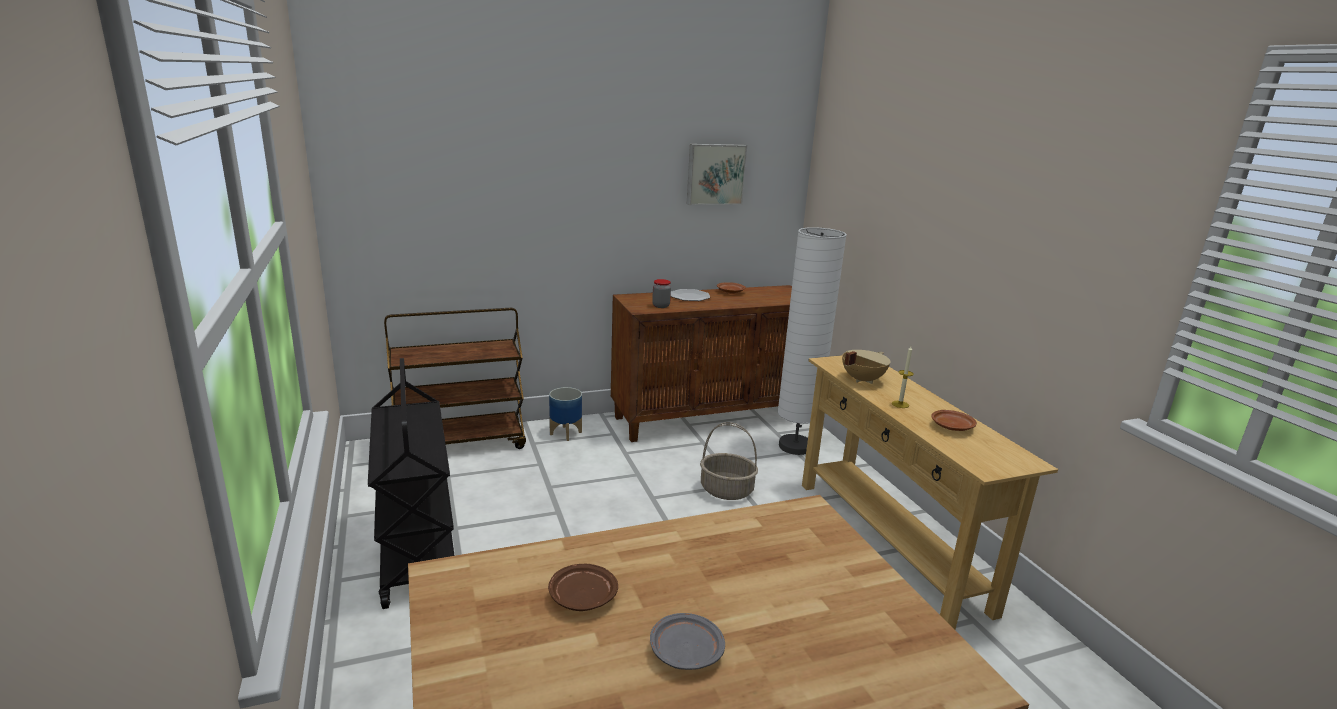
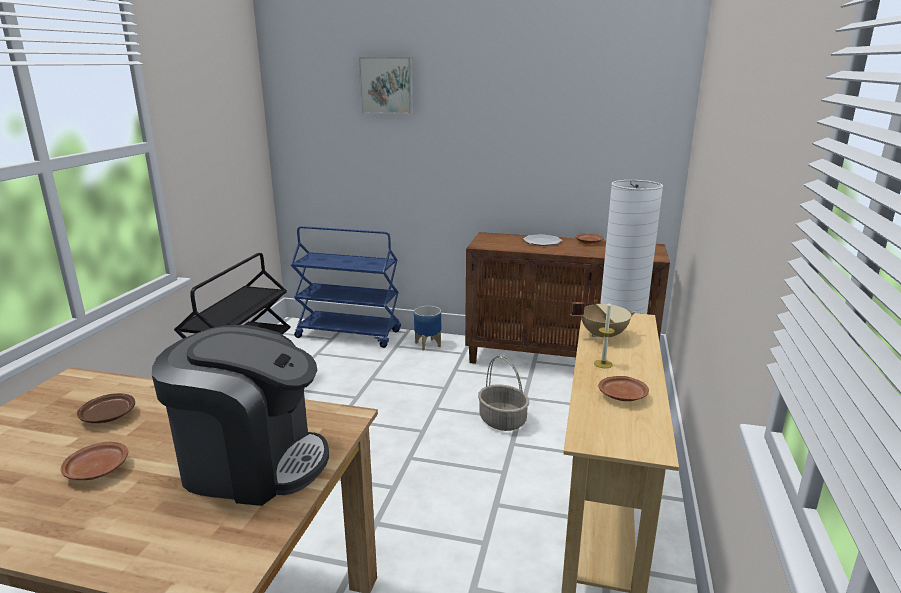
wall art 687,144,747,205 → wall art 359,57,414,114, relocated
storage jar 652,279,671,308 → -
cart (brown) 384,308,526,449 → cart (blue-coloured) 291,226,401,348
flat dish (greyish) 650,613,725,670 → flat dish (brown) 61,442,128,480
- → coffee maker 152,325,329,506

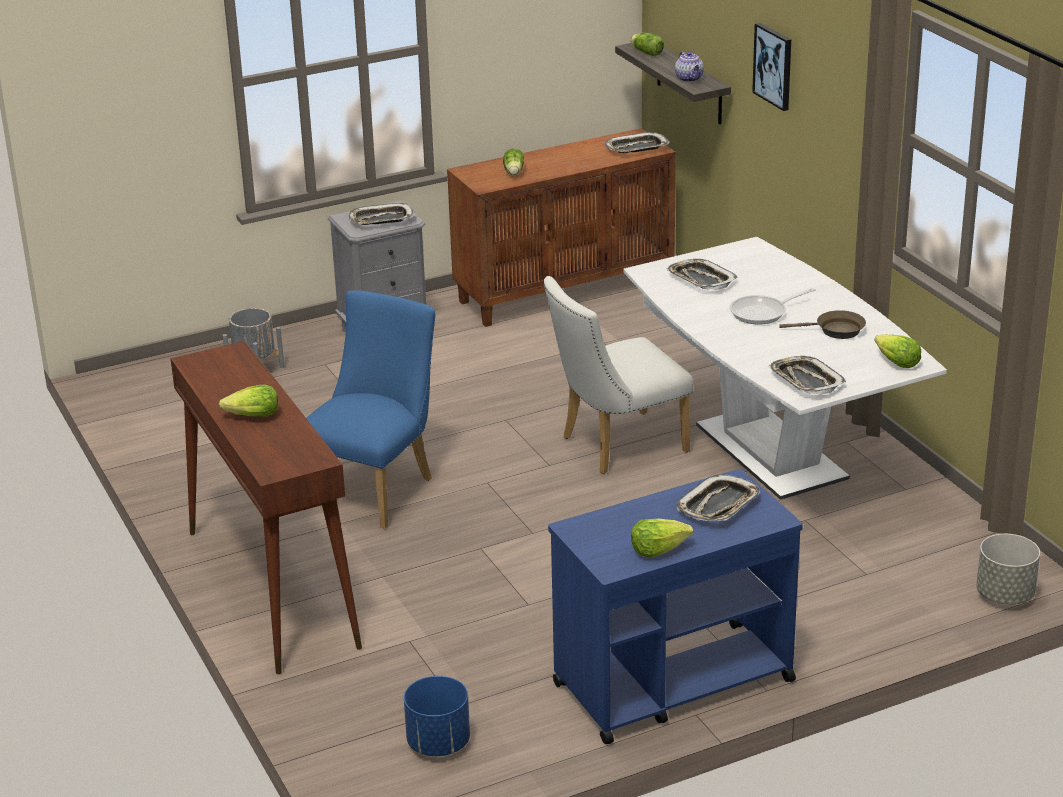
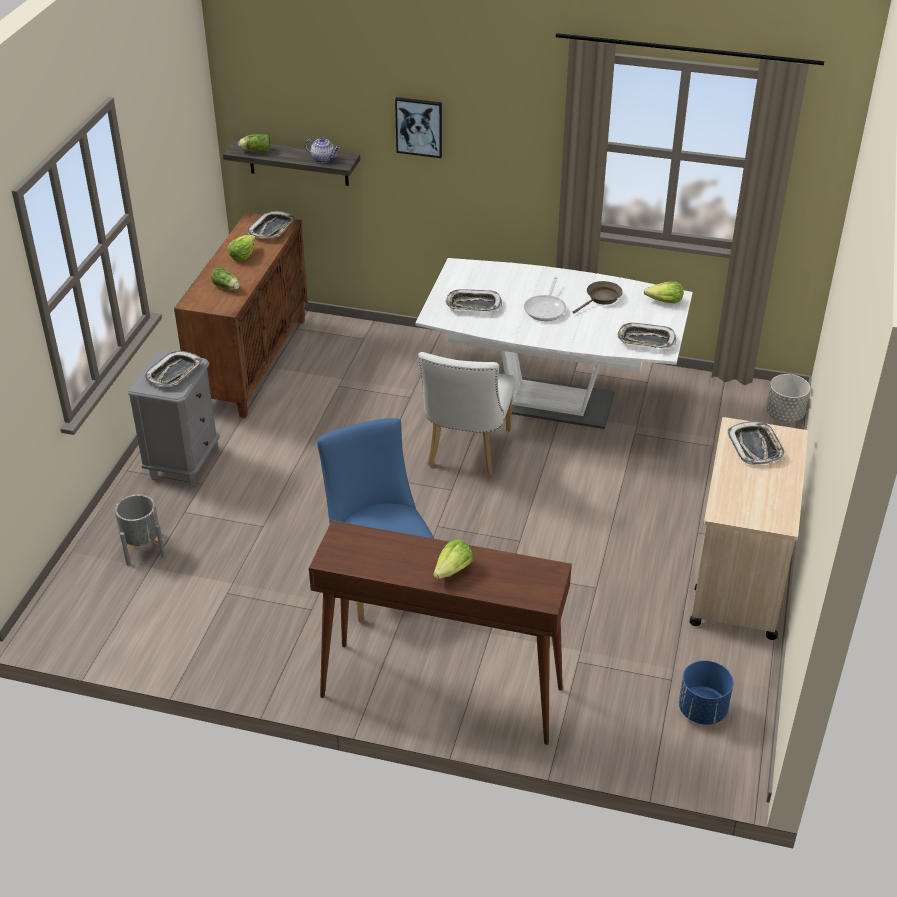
cart (blue-coloured) 548,469,803,744 → cart (beige-coloured) 690,417,808,640
lettuce head 631,519,693,557 → lettuce head 228,235,256,261, relocated

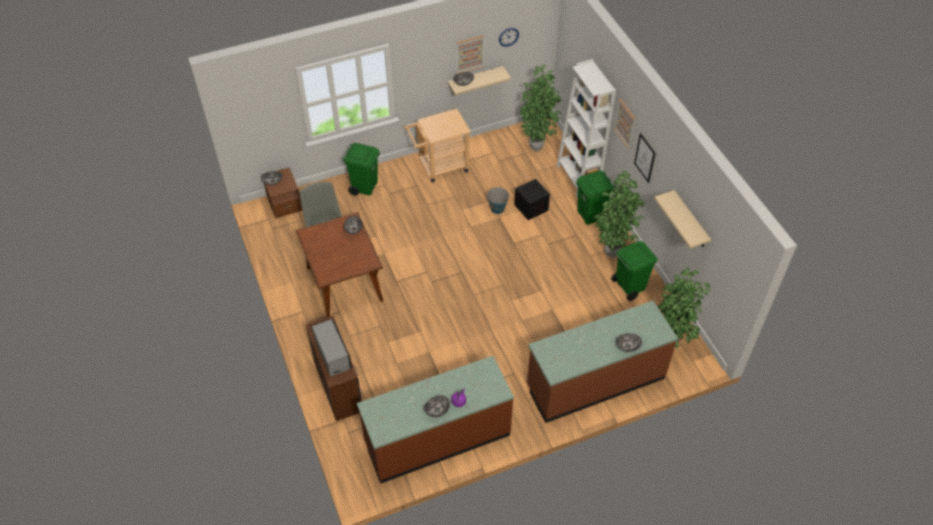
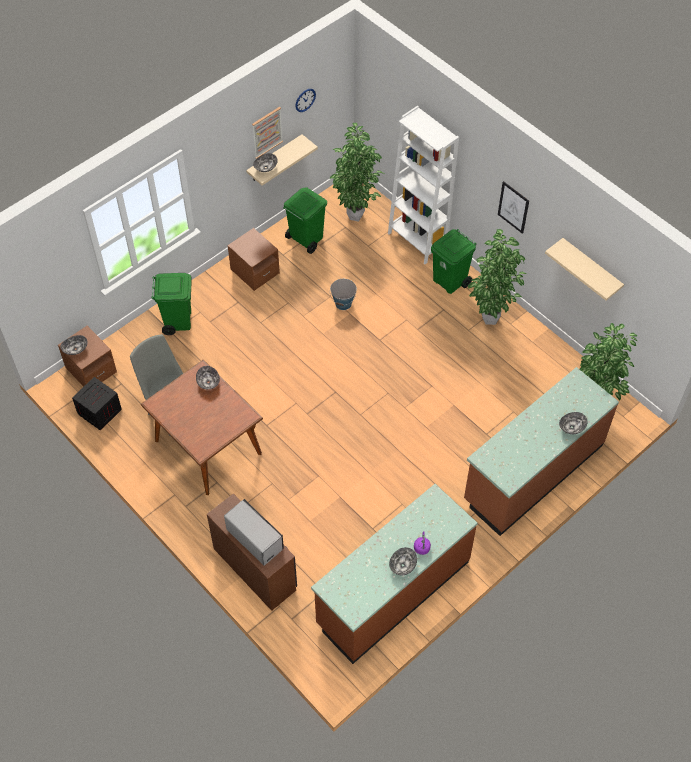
wall art 614,99,636,149 → -
cart (beige-coloured) 404,109,471,182 → night table (brown) 227,228,280,291
crate 515,179,550,220 → crate 72,377,122,430, relocated
trash can (green) 611,241,658,301 → trash can (green) 283,187,327,254, relocated

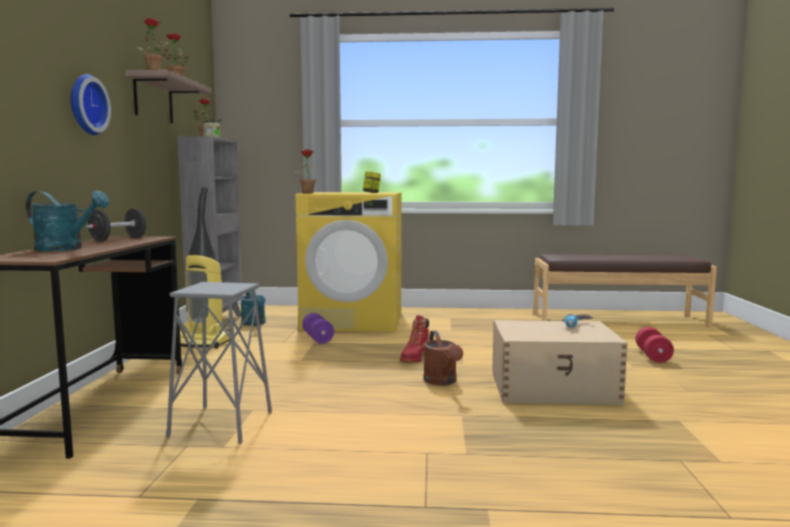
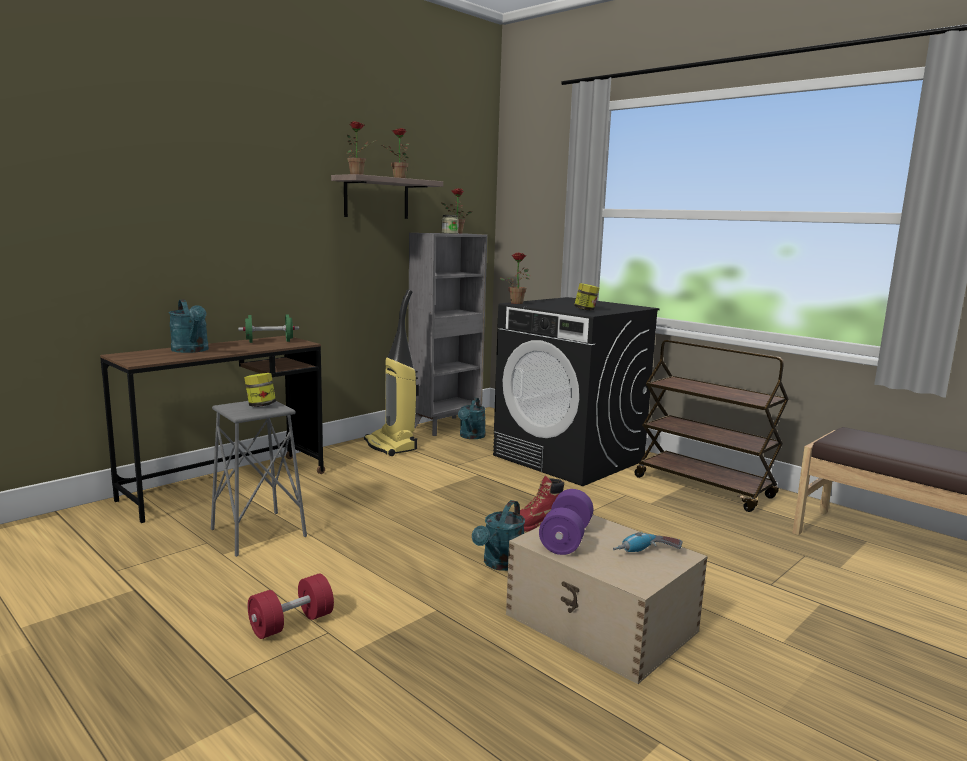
wall clock 71,74,111,135 → -
laundry appliance (yellowish) 296,192,402,332 → laundry appliance (blackish) 493,297,660,486
free weight (blackish) 86,209,147,241 → free weight (green) 238,314,299,343
free weight (purple) 302,313,334,344 → free weight (purple) 539,489,593,555, relocated
free weight (reddish) 635,327,674,363 → free weight (reddish) 248,574,334,639, relocated
watering pot (brown) 423,331,463,385 → watering pot (turquoise) 472,500,525,571
- → cart (brown) 634,340,789,512
- → storage jar 244,373,276,407

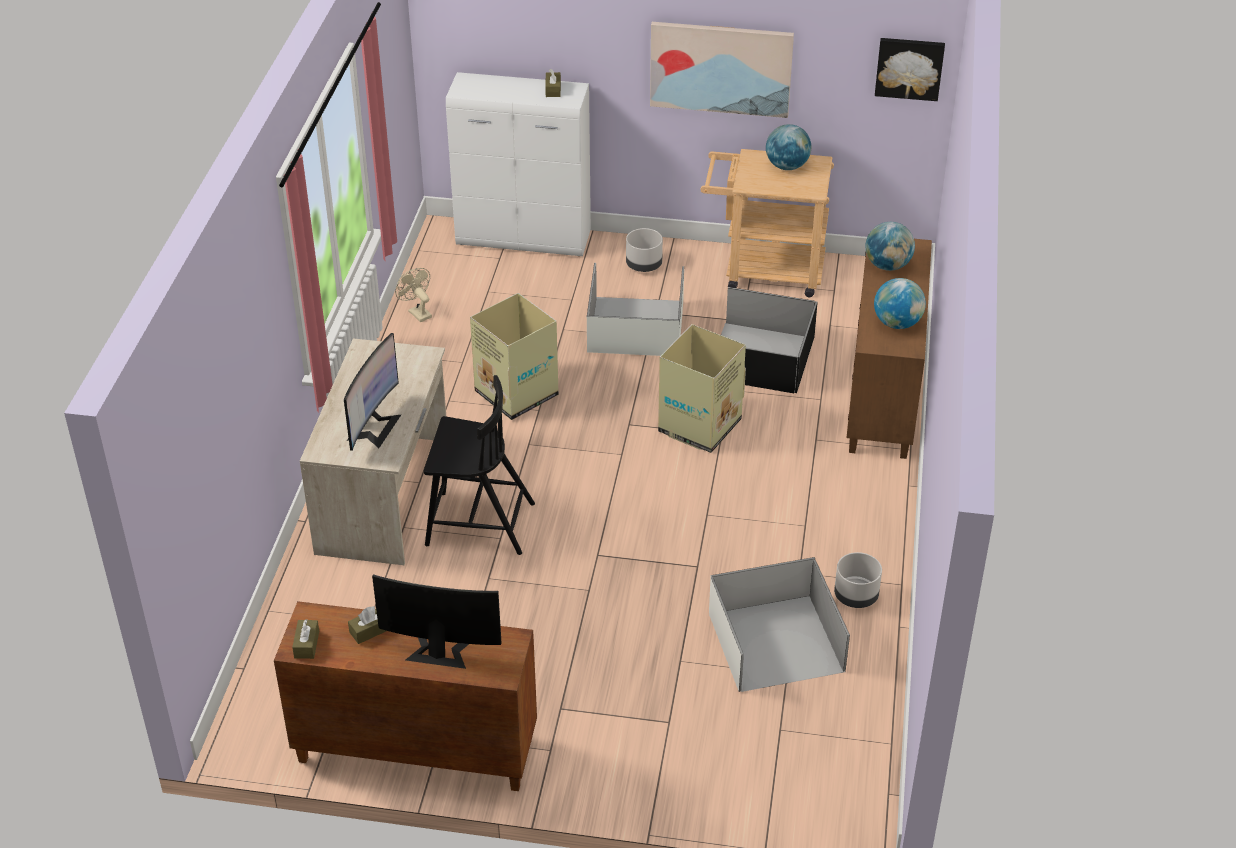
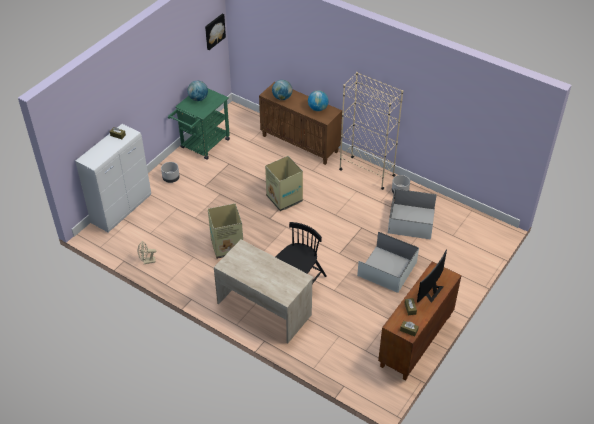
wall art 650,22,794,118 → -
cart (beige-coloured) 700,149,834,297 → cart (green) 168,88,230,160
storage bin (whitish) 587,263,684,356 → storage bin (whitish) 357,231,419,292, relocated
storage bin (blackish) 721,287,818,393 → -
computer display 344,333,402,451 → -
- → bookshelf (beige-coloured) 339,72,403,190

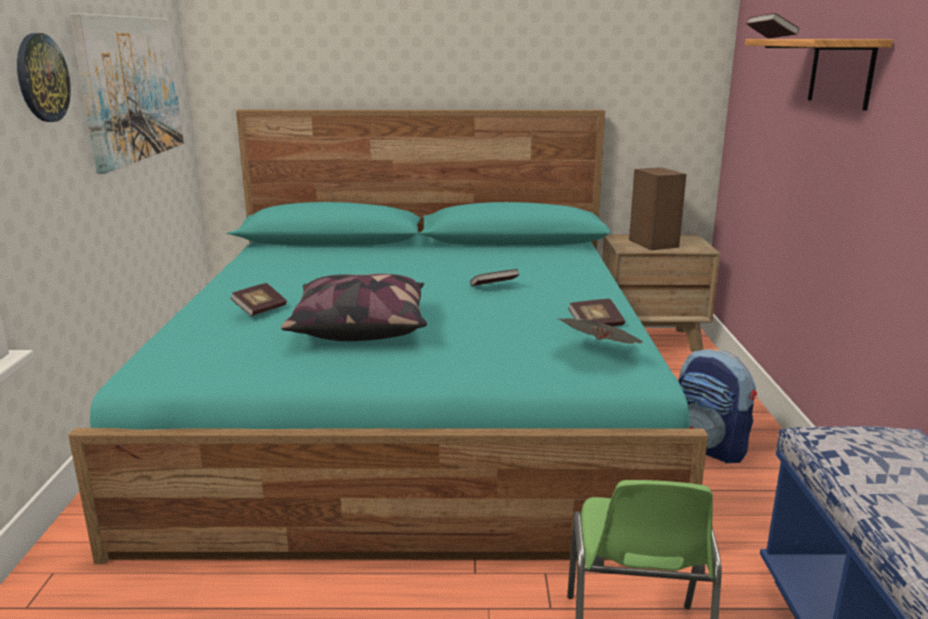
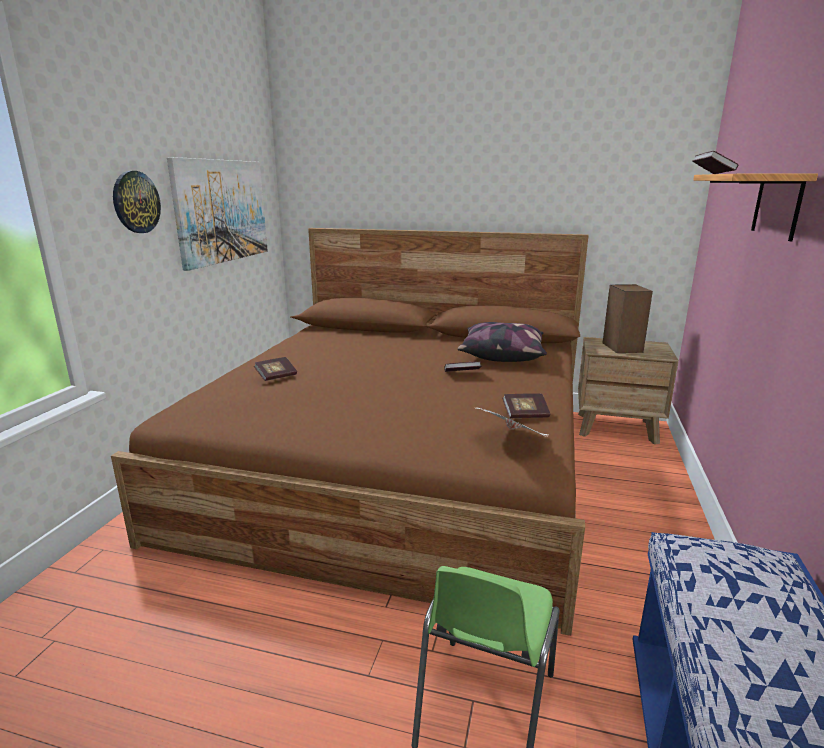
bed (turquoise) 68,110,708,564 → bed (brown) 111,228,589,636
cushion 281,274,427,341 → cushion 457,322,547,362, relocated
knapsack 678,349,757,463 → -

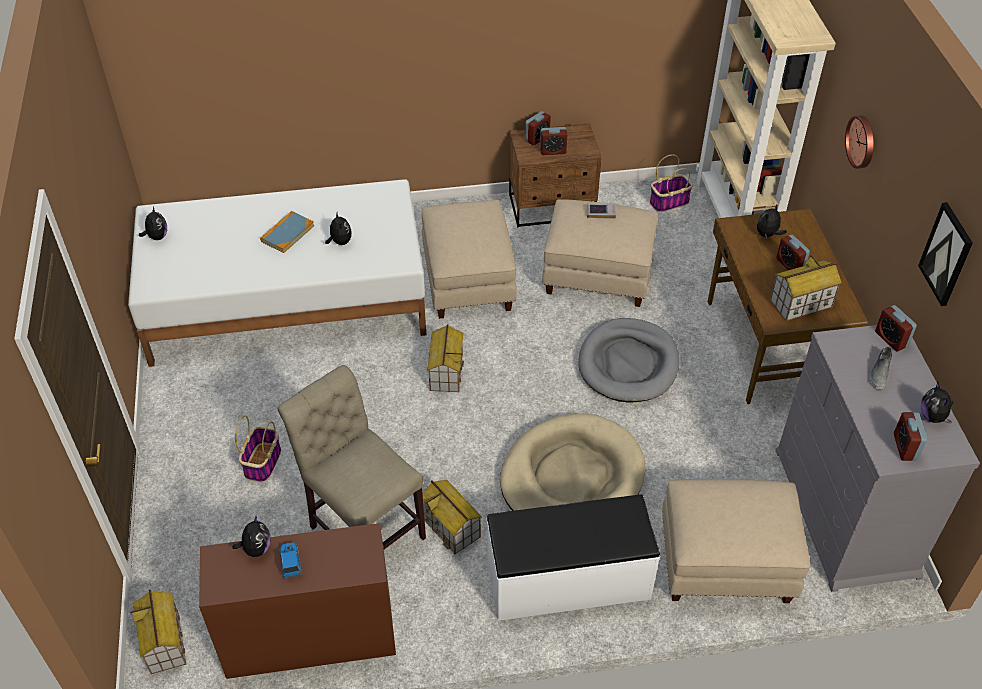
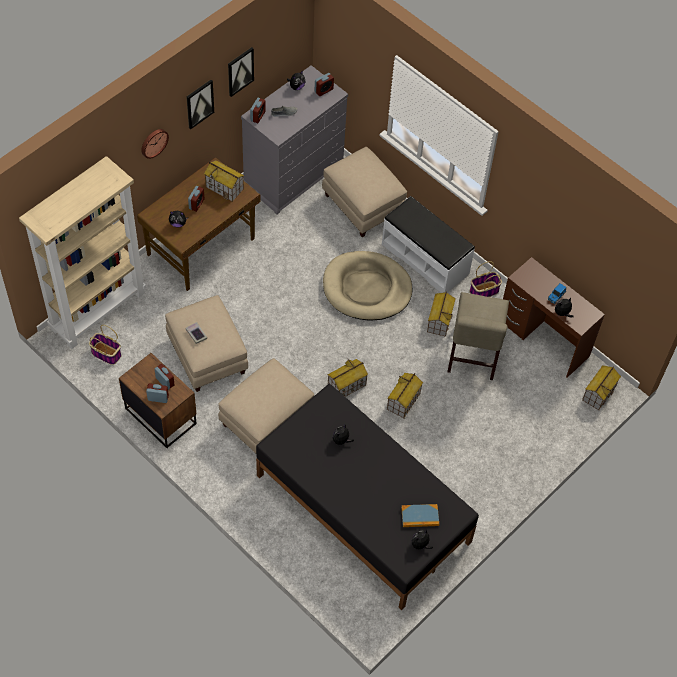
bed (whitish) 128,179,426,367 → bed (blackish) 256,384,479,610
bound book 260,211,314,253 → bound book 401,504,439,527, relocated
dog bed (greyish) 578,318,680,403 → -
basket 235,415,281,482 → basket 469,261,502,297, relocated
- → wall art 186,79,214,129
- → miniature house 387,373,423,418

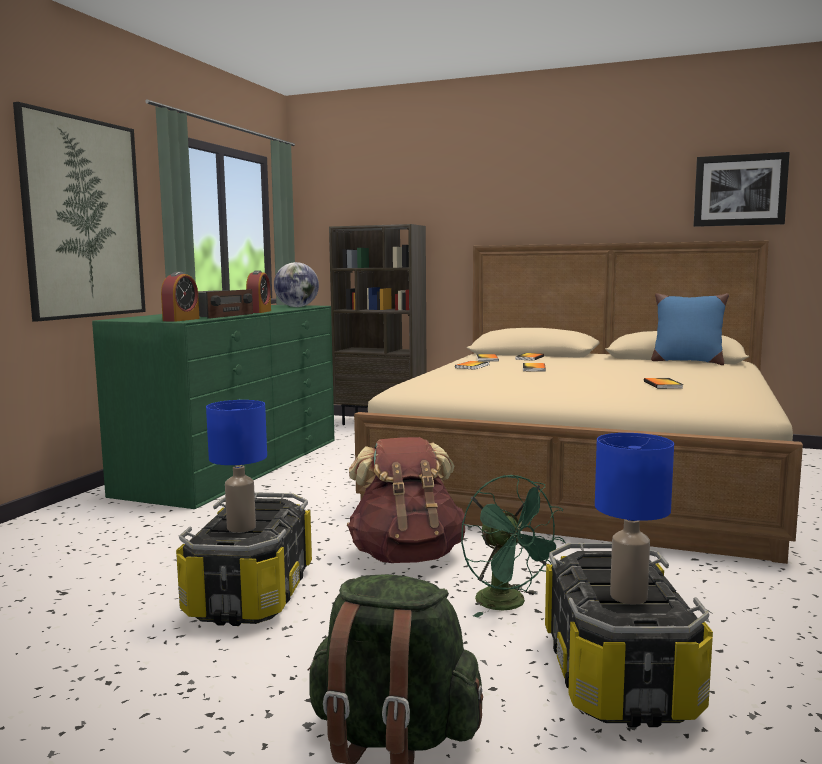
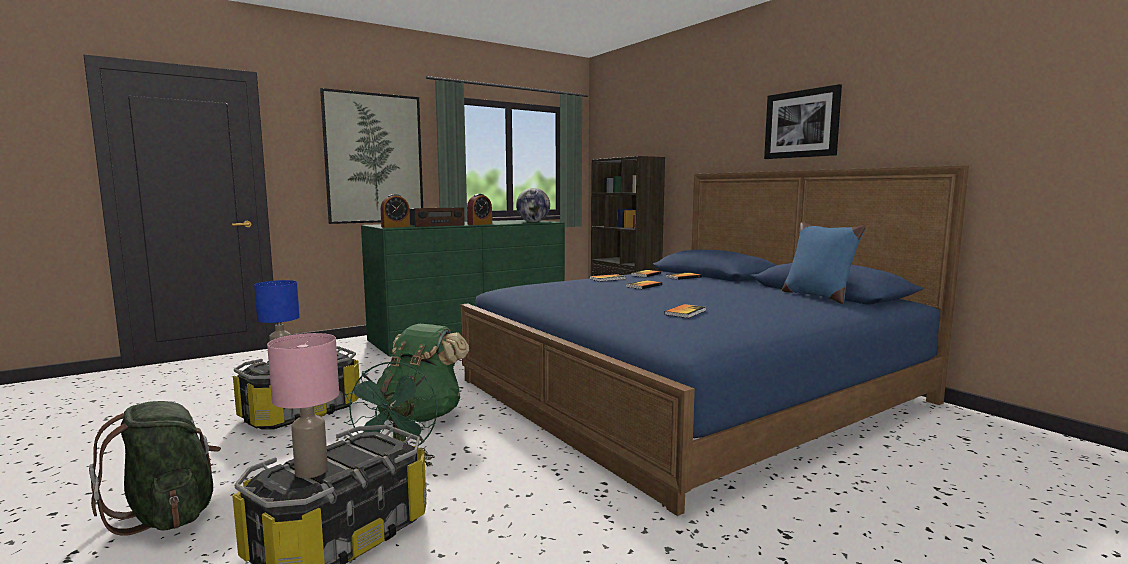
wall art 694,152,790,227 → wall art 764,84,842,159, relocated
bed (beige-coloured) 354,241,803,564 → bed (blue-coloured) 460,165,969,516
lamp for a table (blue-coloured) 595,433,674,605 → lamp for a table (pinkish) 267,333,339,478
knapsack (brown) 347,437,466,563 → knapsack (green) 376,324,469,422

